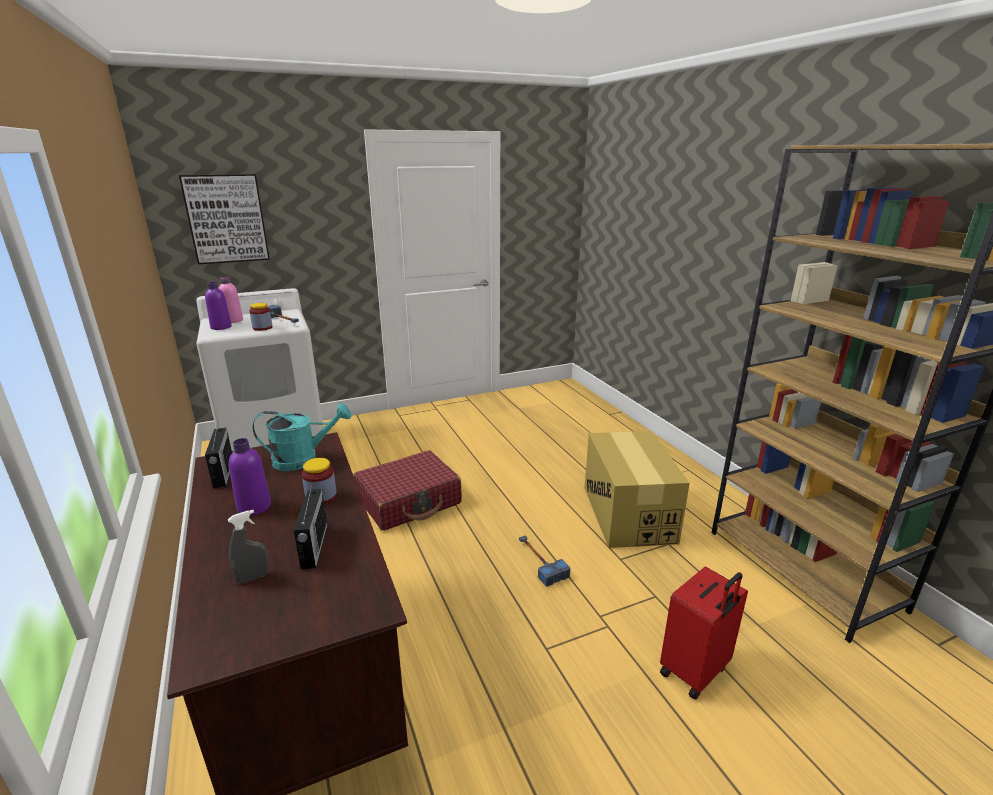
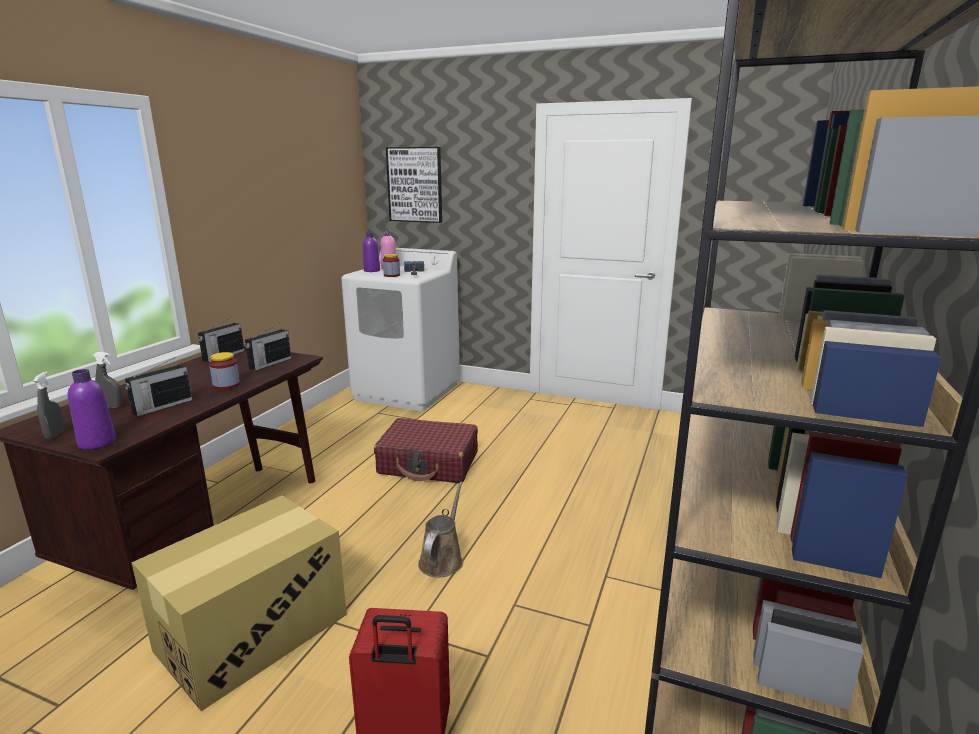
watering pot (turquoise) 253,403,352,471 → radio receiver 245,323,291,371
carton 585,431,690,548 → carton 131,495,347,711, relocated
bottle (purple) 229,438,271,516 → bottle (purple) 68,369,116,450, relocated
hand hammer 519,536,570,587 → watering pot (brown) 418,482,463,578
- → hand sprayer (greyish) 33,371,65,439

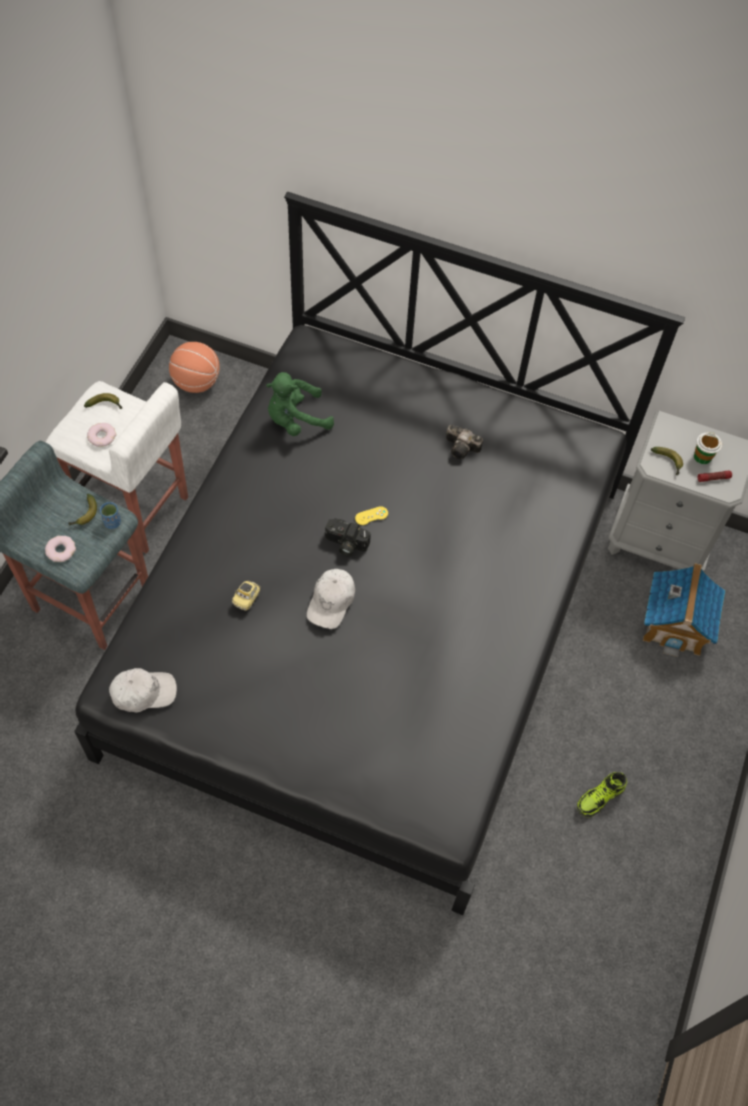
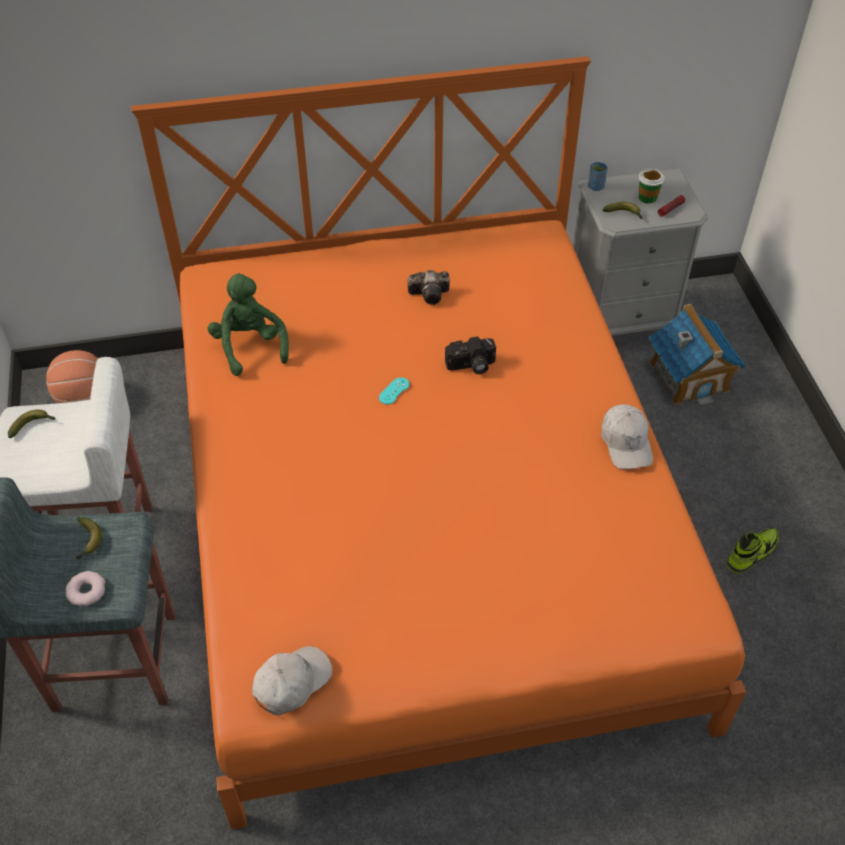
bed (blackish) 74,192,685,915 → bed (orangey) 131,56,746,830
cuddly toy (green) 266,372,334,436 → cuddly toy (green) 208,273,289,376, 120 degrees clockwise
doughnut 87,423,116,447 → -
small cup (blue-coloured) 100,502,121,529 → small cup (blue-coloured) 588,162,607,191, relocated
joypad (yellowish) 355,506,388,525 → joypad (turquoise) 379,378,409,404
photo camera 325,518,371,556 → photo camera 445,336,496,374, relocated
cap (whitish) 307,569,355,629 → cap (whitish) 601,405,653,469, relocated
toy car 232,581,260,611 → -
item of footwear 577,772,627,818 → item of footwear 727,528,779,574, 150 degrees counterclockwise

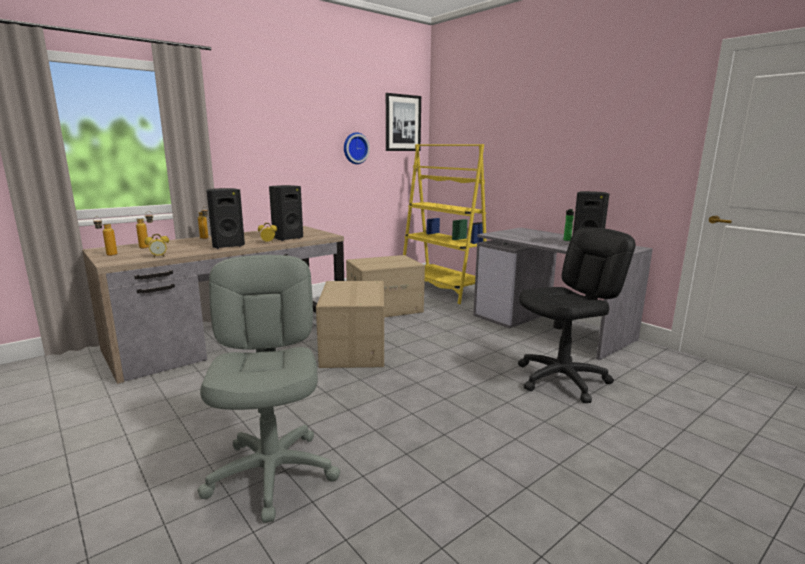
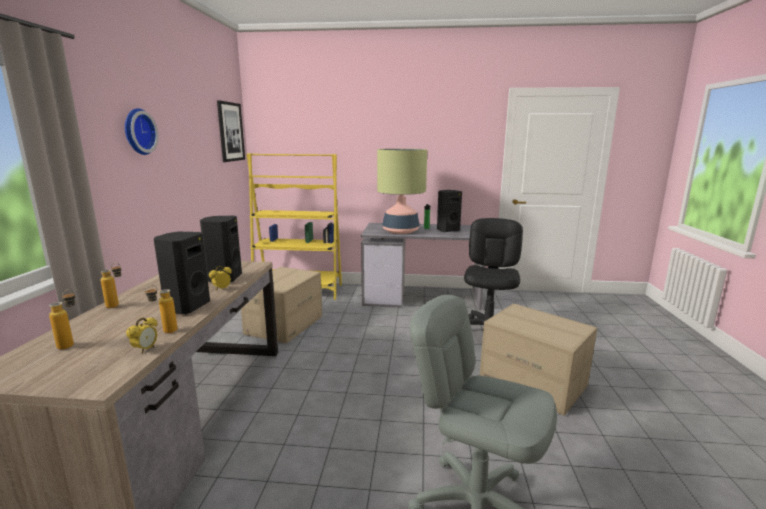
wall clock 344,132,370,164 → wall clock 125,108,158,155, relocated
bottle 93,217,117,256 → bottle 145,285,178,333, relocated
carton 316,281,384,368 → carton 480,303,597,416, relocated
- → lamp for a table 377,149,427,234

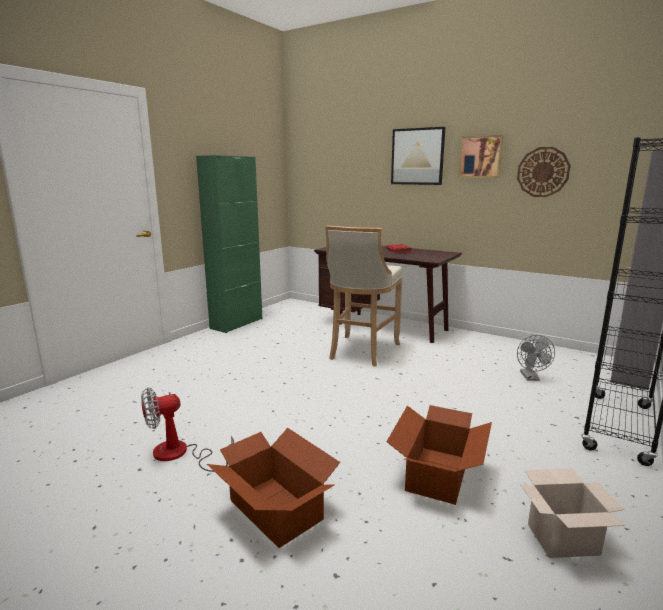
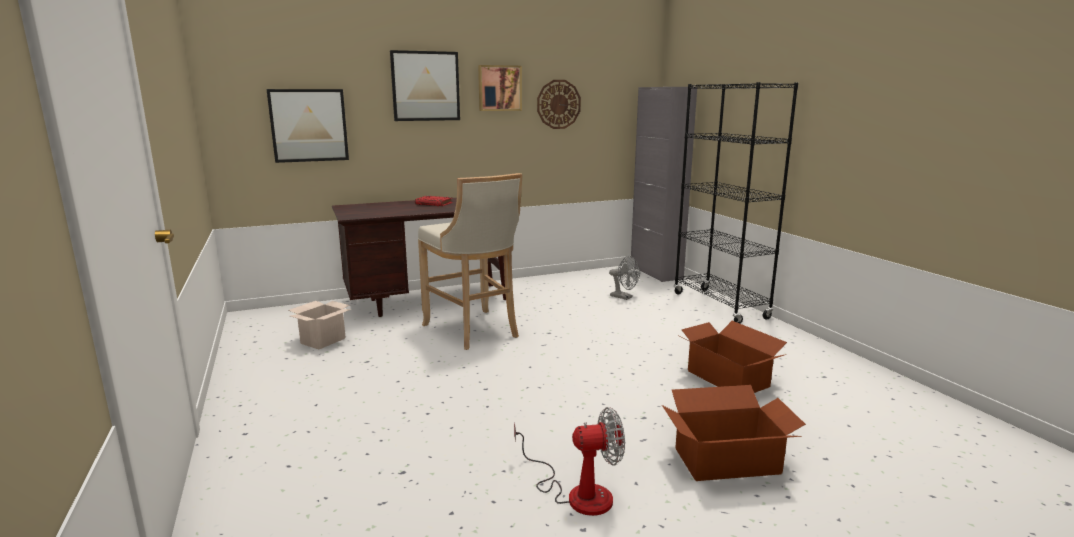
cabinet (green) 196,155,262,333 → -
cooling fan 141,387,234,472 → cooling fan 514,407,625,516, 105 degrees counterclockwise
carton 520,468,625,558 → carton 289,301,352,349, relocated
- → wall art 267,89,349,163

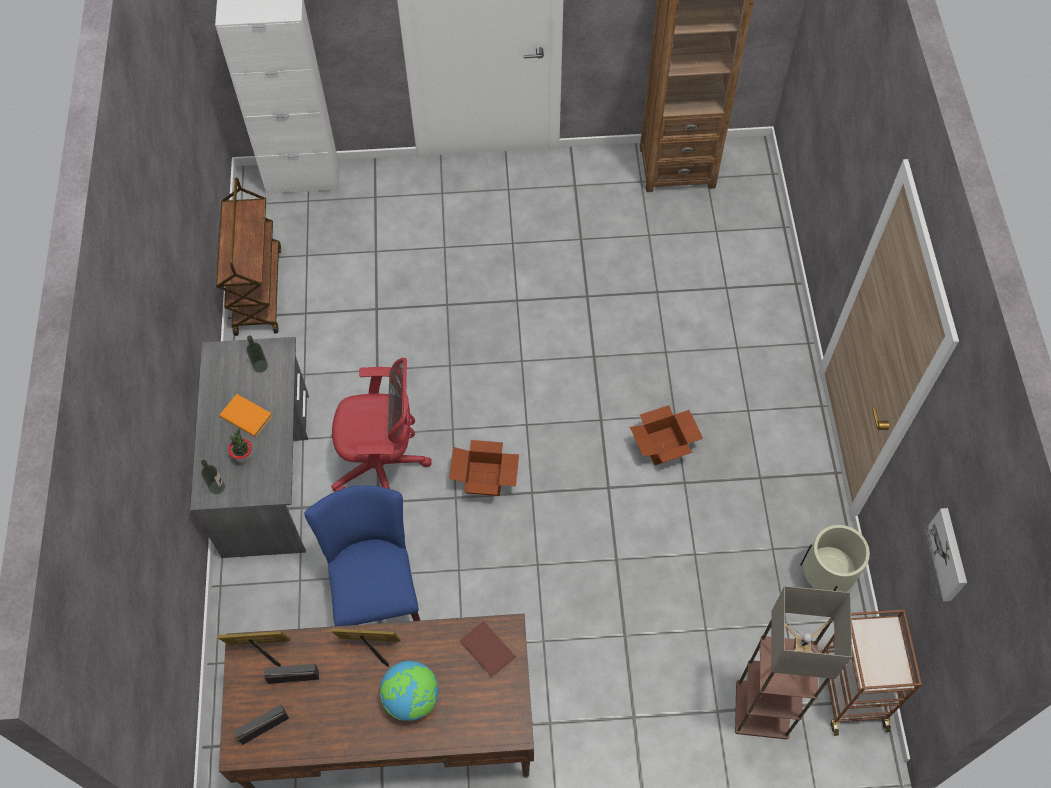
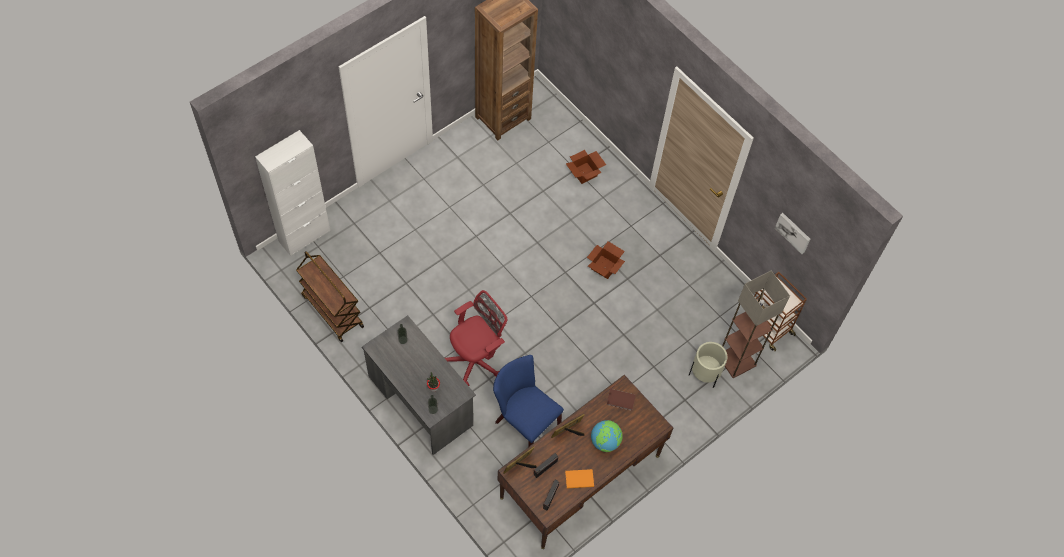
bound book (orangey) 220,394,272,437 → bound book (orangey) 565,469,594,489, relocated
carton 449,440,519,496 → carton 566,150,606,184, relocated
planter (beige-coloured) 800,525,870,592 → planter (beige-coloured) 689,342,728,388, relocated

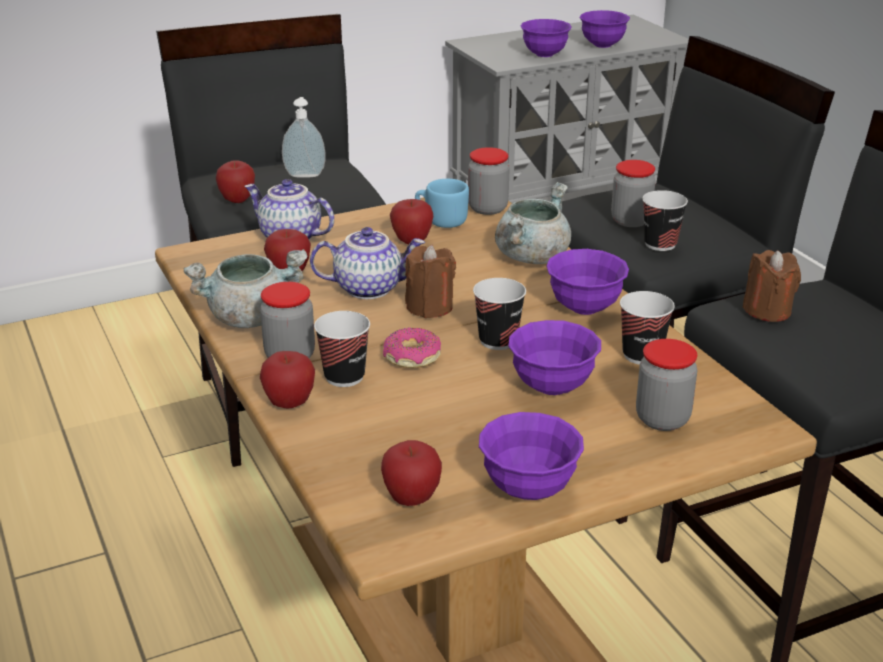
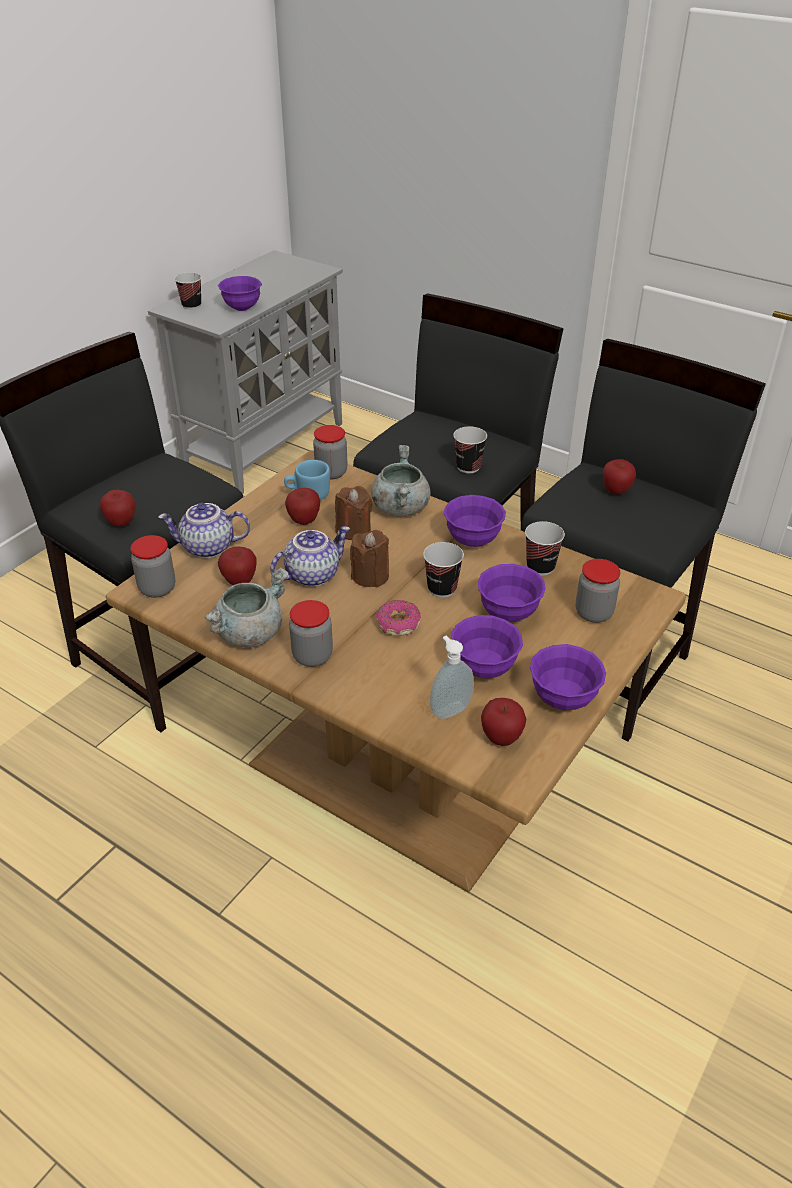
serving bowl (purple) 580,10,630,48 → serving bowl (purple) 451,615,523,679, relocated
soap bottle 282,97,326,178 → soap bottle 430,636,474,719, relocated
storage jar 611,160,656,227 → storage jar 130,535,175,598, relocated
wax candle (brown) 743,250,801,322 → wax candle (brown) 335,486,373,540, relocated
small cup 314,311,370,387 → small cup 175,273,201,310, relocated
apple fruit 260,351,315,409 → apple fruit 603,459,636,495, relocated

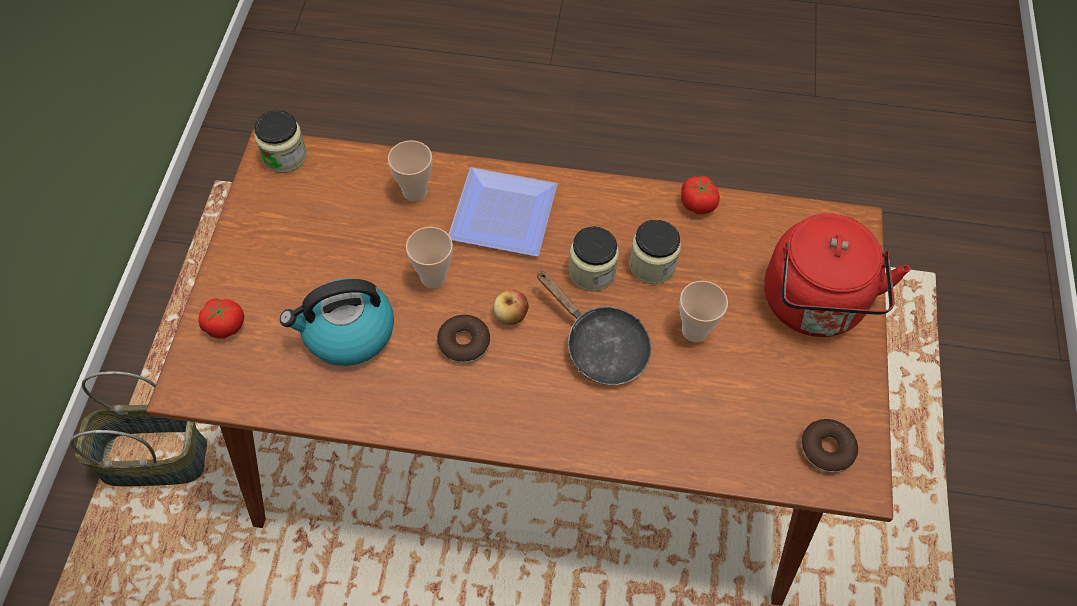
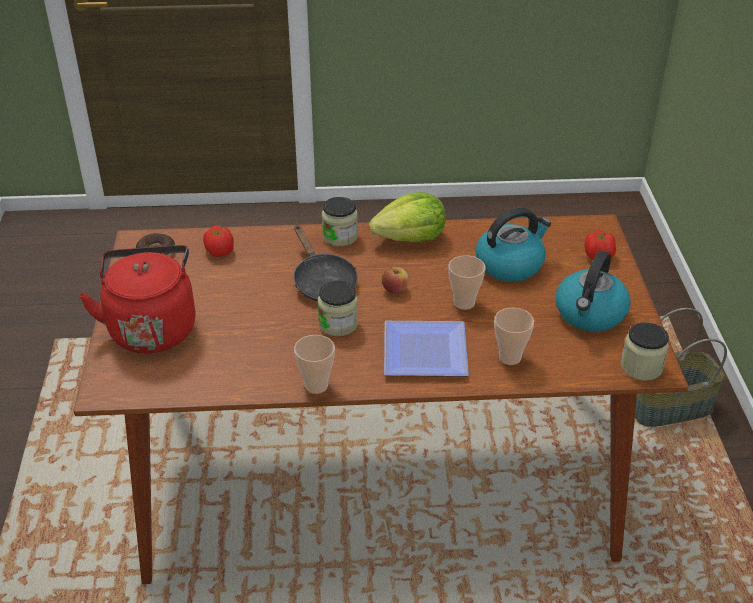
fresh tomato 681,176,720,214 → fresh tomato 203,225,234,257, relocated
storage jar 629,219,681,284 → storage jar 322,197,358,246, relocated
frying pan (blackish) 537,271,651,385 → frying pan (blackish) 294,225,358,301, 150 degrees counterclockwise
small cup 679,281,728,342 → small cup 294,335,335,394, relocated
doughnut 437,315,490,364 → -
- → lettuce head 369,192,446,242
- → tea kettle 555,251,631,331

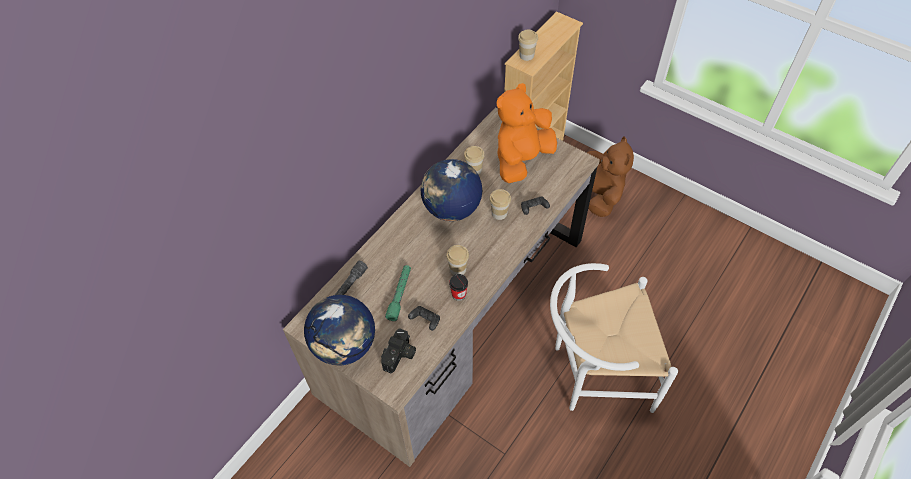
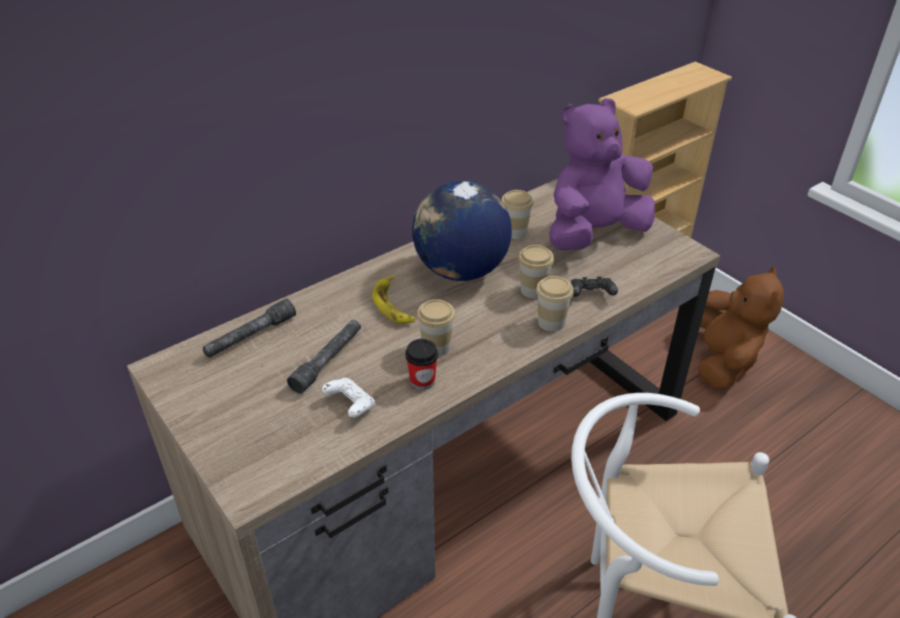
small cup 518,30,538,61 → small cup 536,276,574,332, relocated
cuddly toy (orangey) 497,83,557,183 → cuddly toy (purple) 549,98,655,250
hand torch (green) 385,265,411,321 → hand torch (greyish) 287,320,361,394
globe 304,295,375,366 → -
joypad (blackish) 408,306,440,331 → joypad (whitish) 322,378,375,418
photo camera 381,328,416,373 → -
- → whole banana 372,275,415,324

